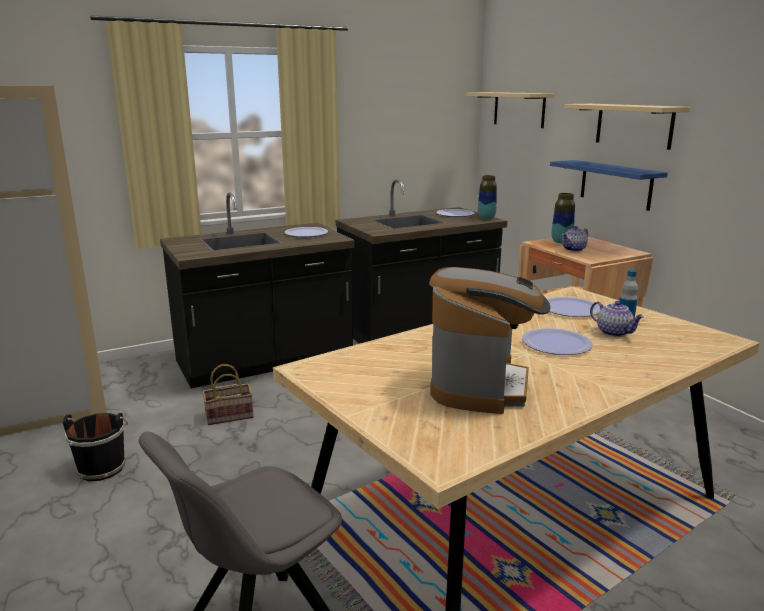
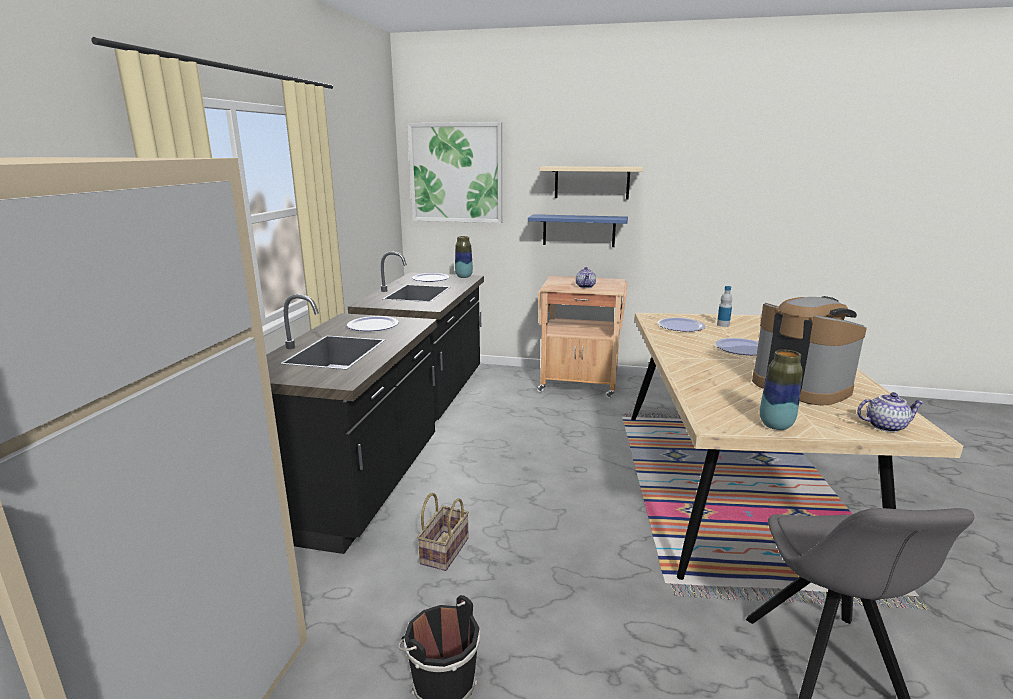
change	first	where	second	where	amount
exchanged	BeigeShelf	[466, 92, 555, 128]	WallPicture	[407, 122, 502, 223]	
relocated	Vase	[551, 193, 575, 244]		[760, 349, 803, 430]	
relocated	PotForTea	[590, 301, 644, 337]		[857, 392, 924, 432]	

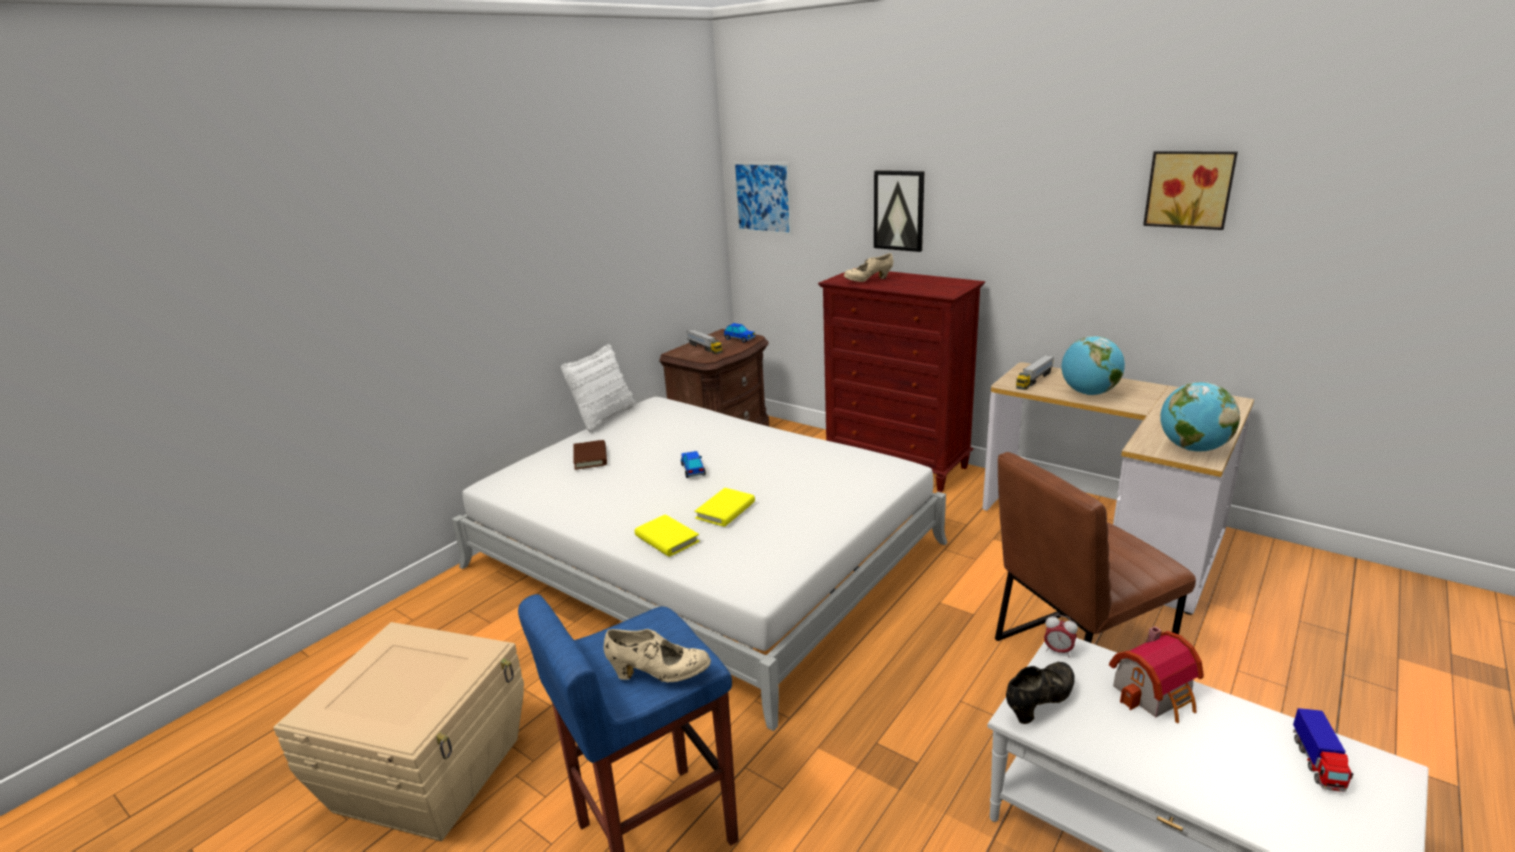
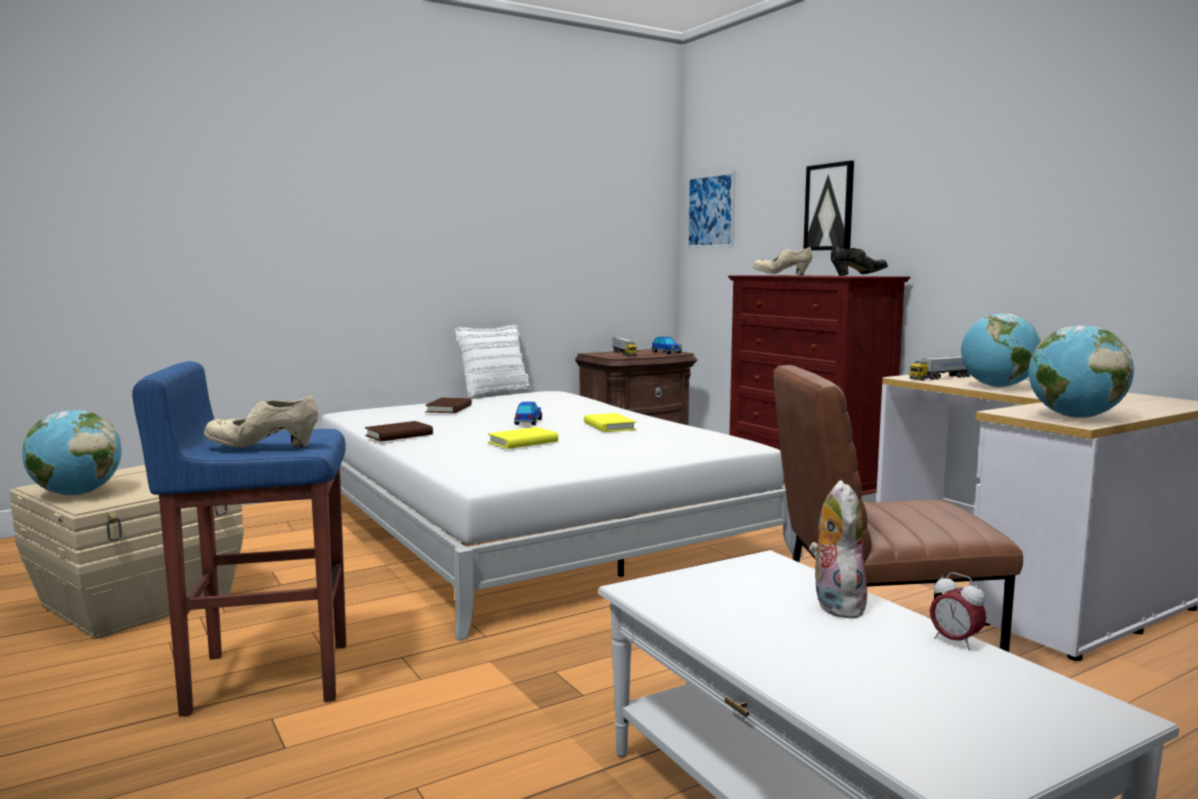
change	first	where	second	where	amount
spun	BeigeLowShoe	[604, 629, 711, 682]		[204, 395, 319, 447]	150 degrees clockwise
relocated	YellowColouredBoundBook	[635, 514, 700, 557]		[584, 413, 636, 432]	
relocated	BlackLowShoe	[1006, 662, 1075, 724]		[831, 245, 888, 276]	
relocated	TableClock	[1044, 615, 1078, 657]		[930, 572, 986, 650]	
exchanged	MiniatureHouse	[1109, 626, 1204, 723]	CuddlyToy	[809, 480, 867, 619]	
missing	WallPicture	[1143, 151, 1238, 230]			
missing	ModelTruck	[1293, 708, 1354, 792]			
appeared			WorldGlobe	[22, 410, 122, 495]	
appeared			BrownBoundBook	[365, 421, 433, 442]	

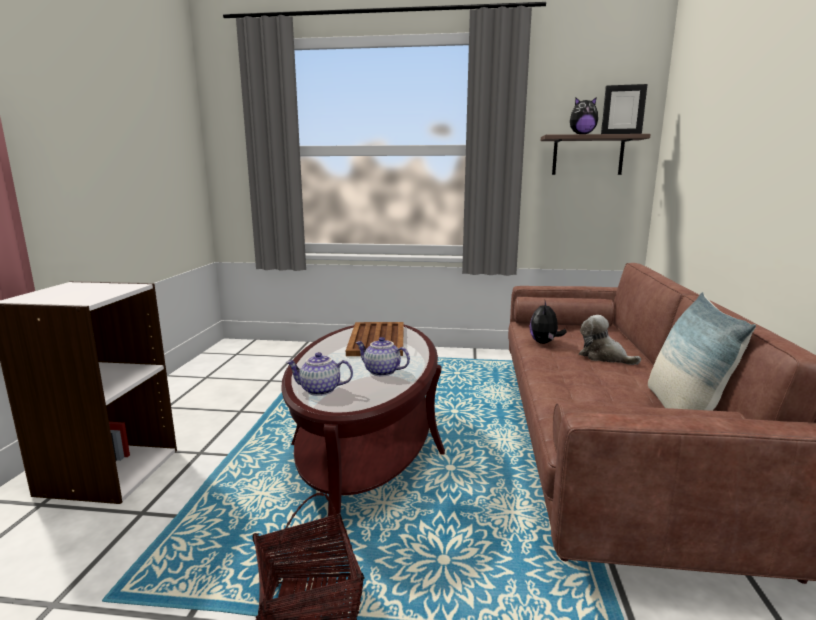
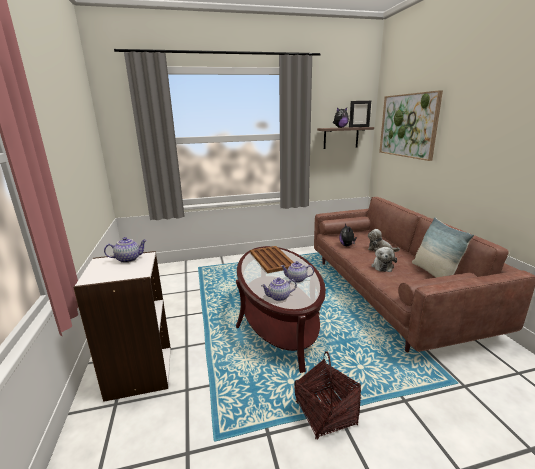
change	first	where	second	where	amount
appeared			PotForTea	[104, 237, 147, 263]	
appeared			CuddlyToy	[371, 247, 397, 272]	
appeared			WallPicture	[379, 90, 443, 161]	

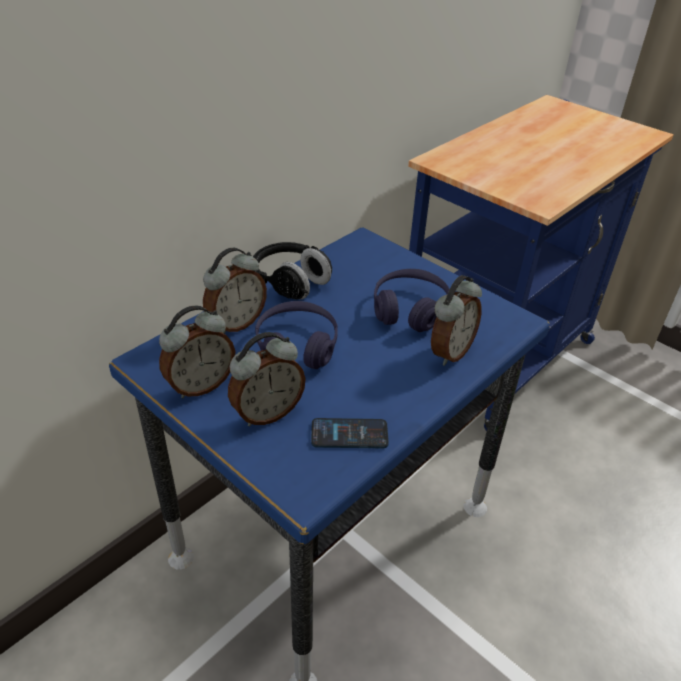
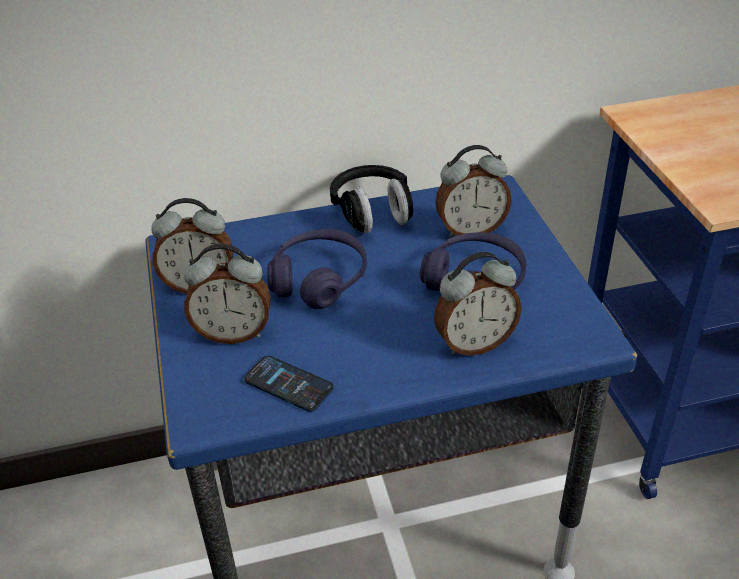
change	first	where	second	where	amount
relocated	TableClock	[203, 247, 267, 334]		[435, 145, 512, 237]	

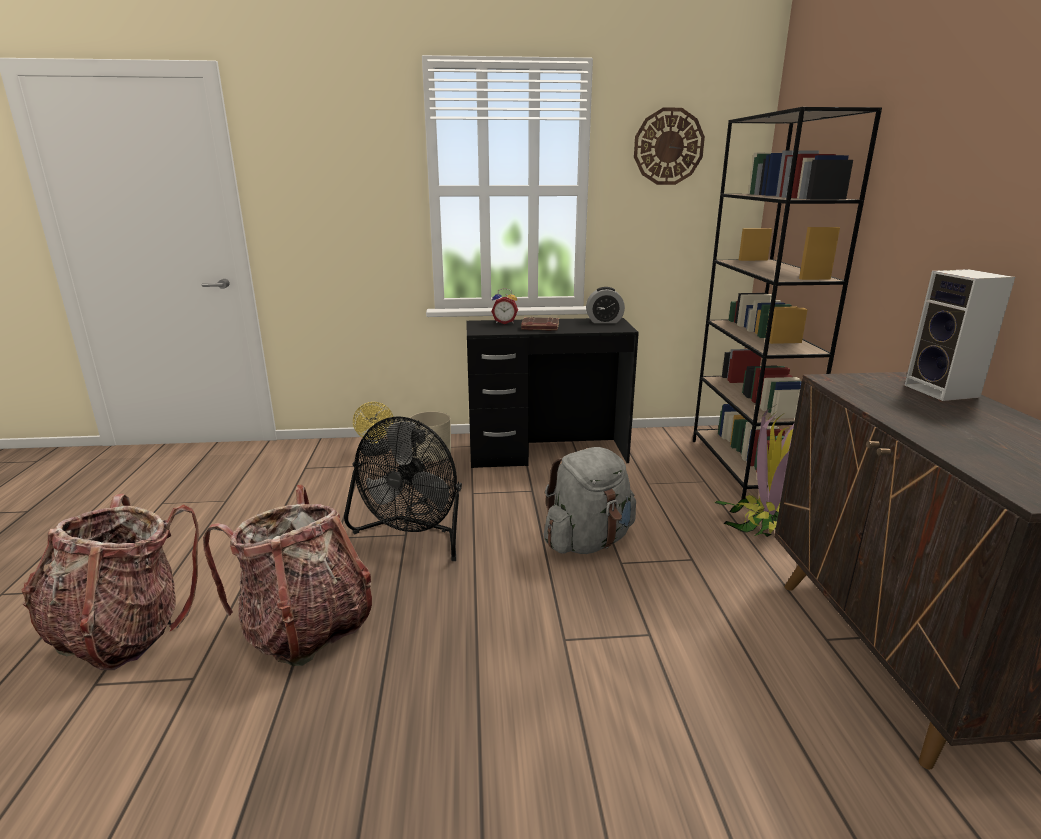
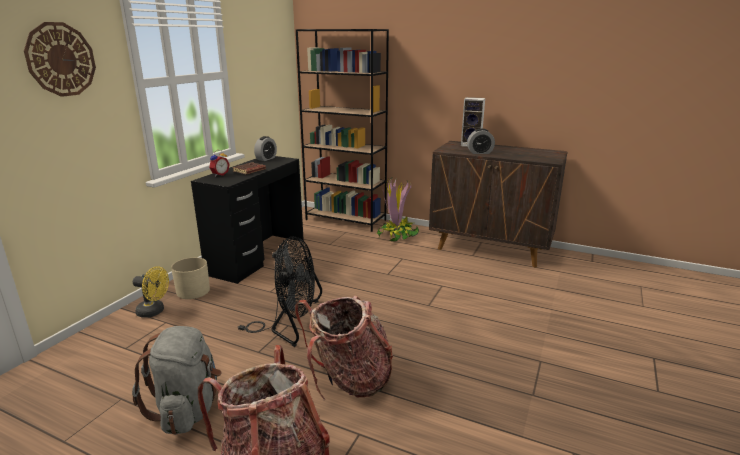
change	first	where	second	where	amount
spun	BlackCoolingFan	[344, 417, 462, 561]		[238, 236, 322, 347]	45 degrees counterclockwise
relocated	GreyKnapsack	[543, 447, 636, 554]		[132, 326, 222, 435]	
relocated	ClockOnTheWall	[634, 108, 705, 185]		[24, 22, 96, 97]	
appeared			TableClock	[467, 129, 495, 154]	

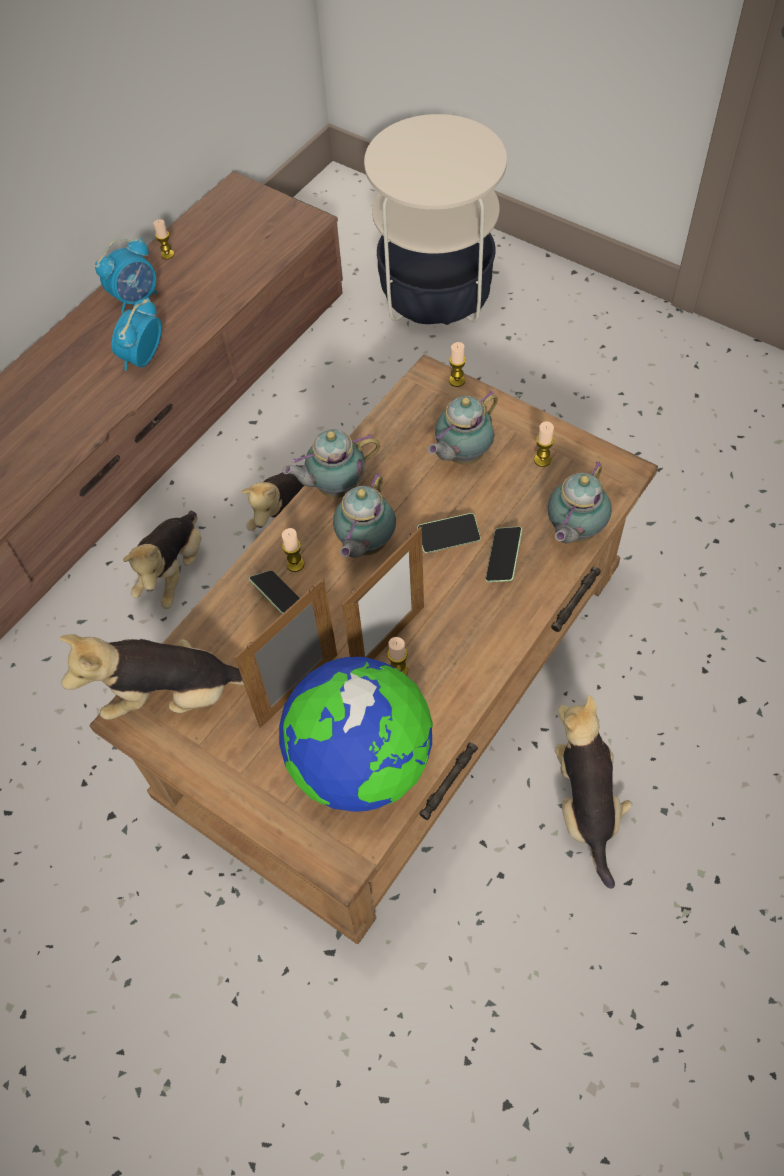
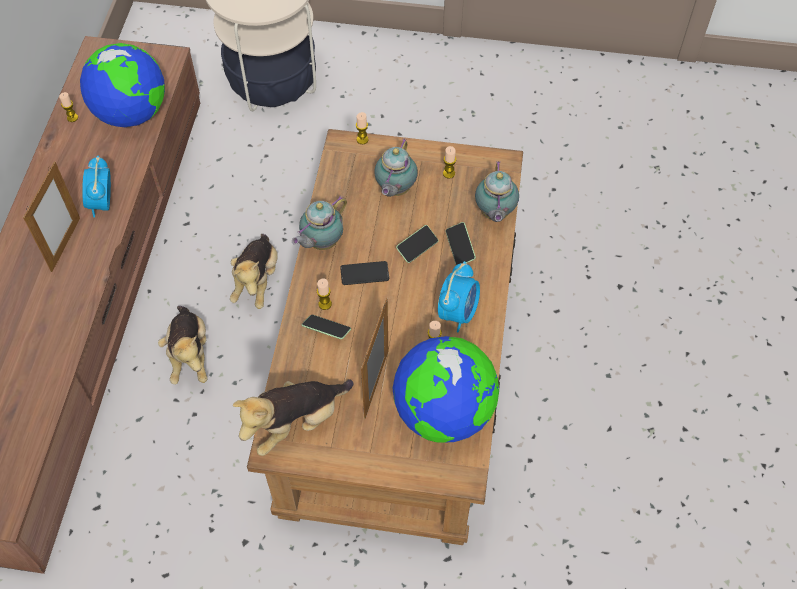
change	first	where	second	where	amount
relocated	TableClock	[95, 238, 158, 314]		[438, 261, 480, 332]	
exchanged	PotForTea	[333, 472, 396, 558]	Handset	[340, 261, 389, 285]	
relocated	PhotoFrame	[342, 526, 424, 659]		[23, 161, 80, 272]	
missing	CuddlyToy	[555, 695, 632, 889]			
appeared			WorldGlobe	[80, 43, 165, 127]	

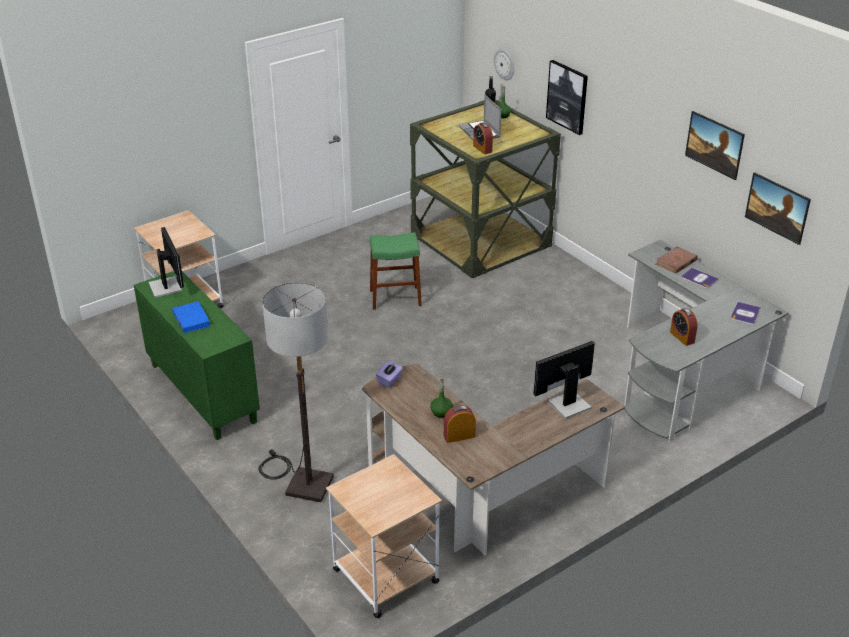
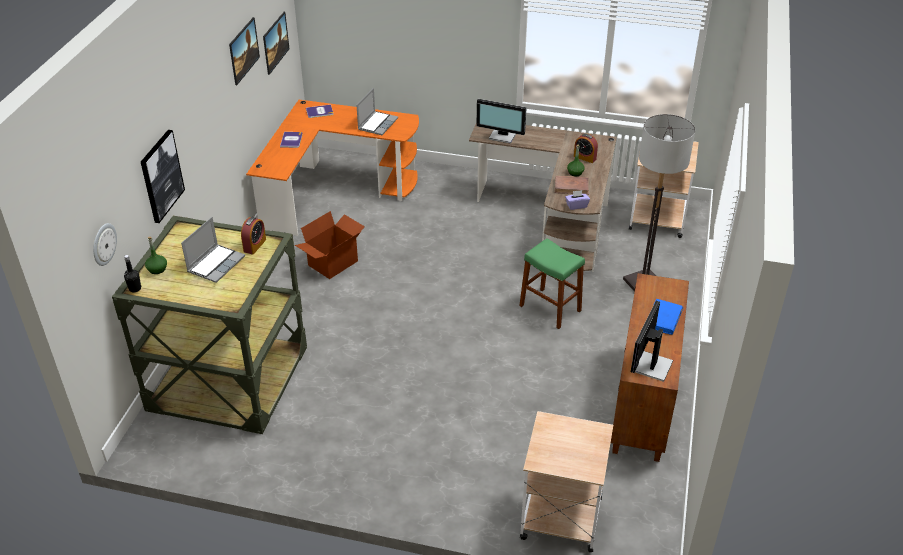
change	first	where	second	where	amount
colour	GreenColouredStorageCabinet	[134, 271, 260, 440]	BrownStorageCabinet	[611, 273, 689, 462]	
relocated	GreenColouredSittingStool	[370, 232, 422, 310]		[519, 238, 585, 329]	
colour	GreyDeskTable	[624, 240, 789, 442]	OrangeColouredDeskTable	[246, 100, 419, 236]	
relocated	BrownBoundBook	[655, 247, 698, 273]		[555, 176, 589, 195]	
exchanged	TableClock	[670, 308, 698, 346]	NotebookComputer	[356, 88, 398, 135]	
appeared			PackingBox	[295, 211, 365, 279]	

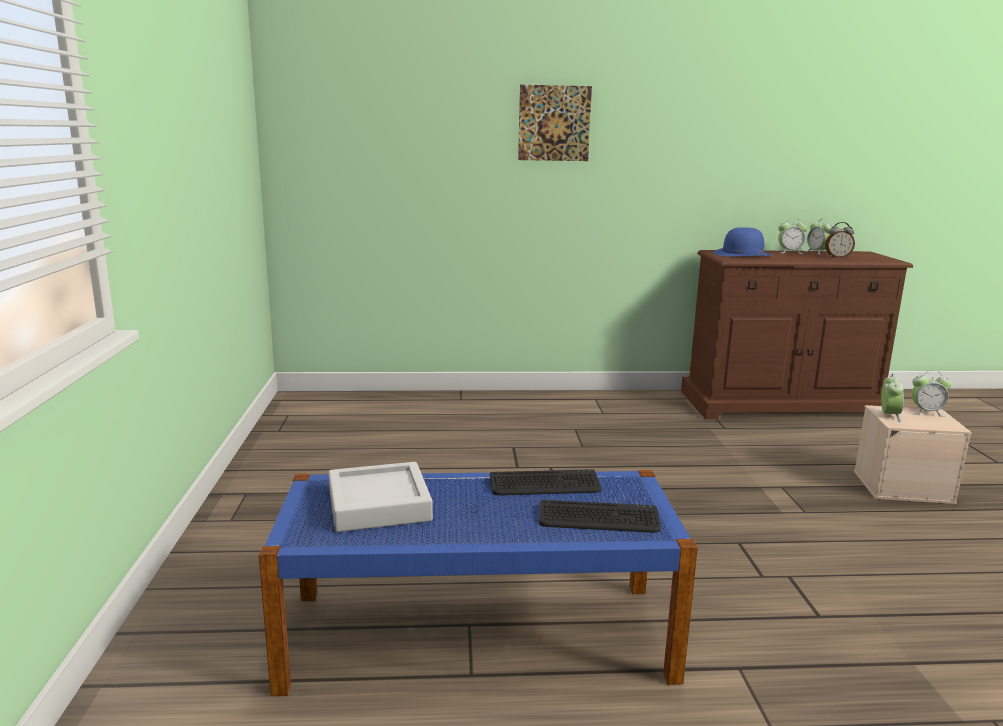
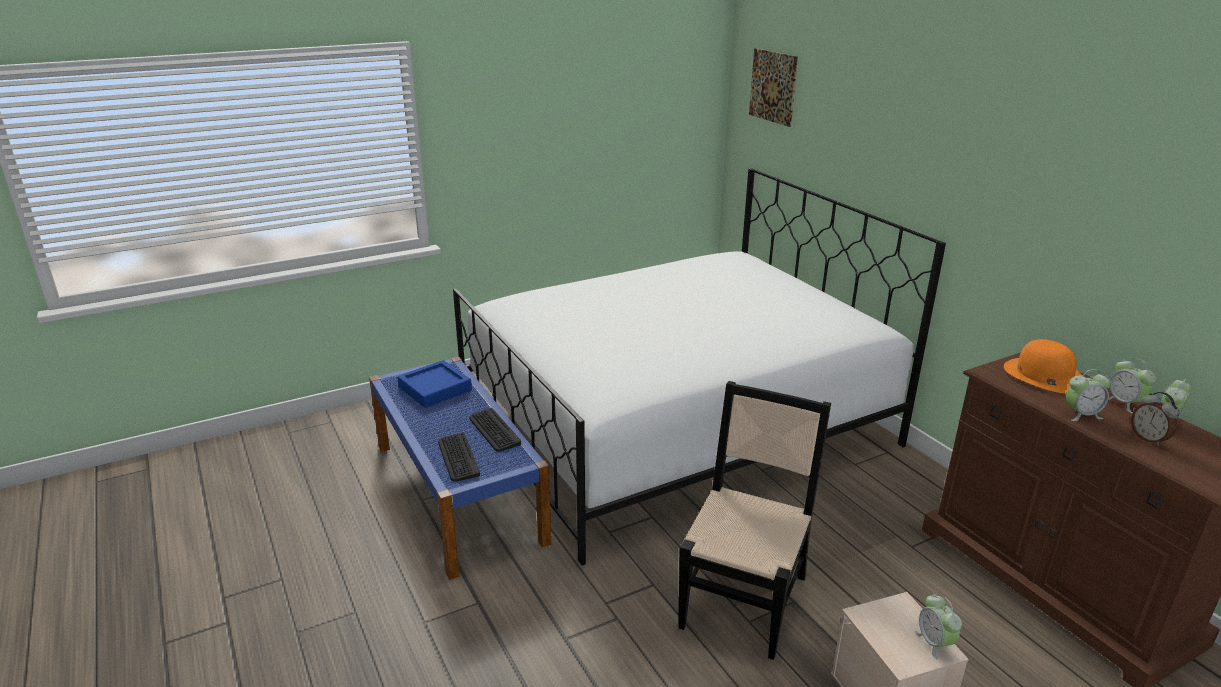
change	first	where	second	where	amount
colour	GreyServingTray	[328, 462, 433, 532]	BlueColouredServingTray	[397, 360, 472, 408]	
relocated	WallPicture	[518, 85, 592, 161]		[749, 48, 798, 127]	
colour	BlueColouredWearableHat	[713, 227, 773, 257]	OrangeColouredWearableHat	[1004, 339, 1082, 393]	
relocated	TableClock	[881, 373, 904, 422]		[1066, 369, 1111, 421]	
appeared			WhiteBed	[453, 168, 946, 566]	
appeared			PlainChair	[679, 381, 831, 660]	

